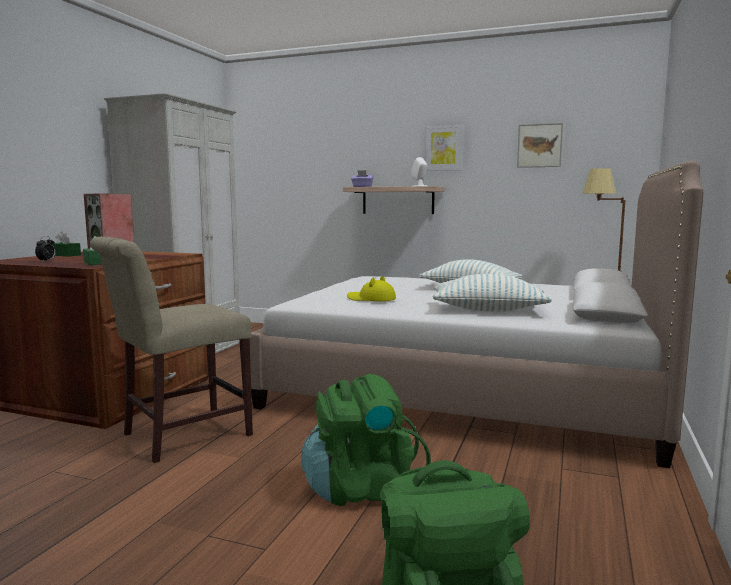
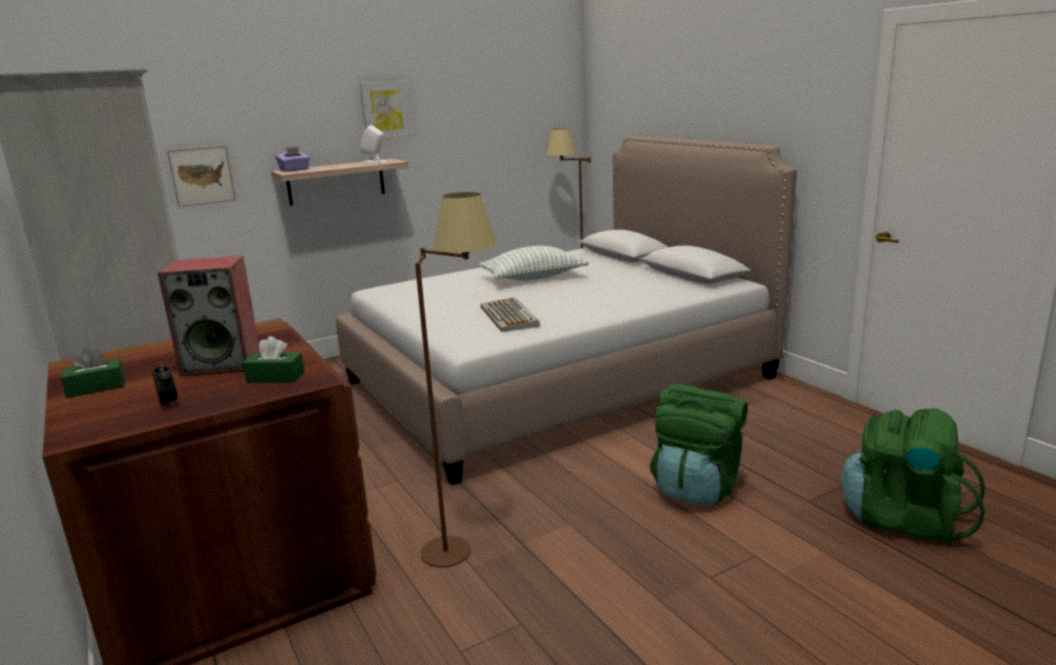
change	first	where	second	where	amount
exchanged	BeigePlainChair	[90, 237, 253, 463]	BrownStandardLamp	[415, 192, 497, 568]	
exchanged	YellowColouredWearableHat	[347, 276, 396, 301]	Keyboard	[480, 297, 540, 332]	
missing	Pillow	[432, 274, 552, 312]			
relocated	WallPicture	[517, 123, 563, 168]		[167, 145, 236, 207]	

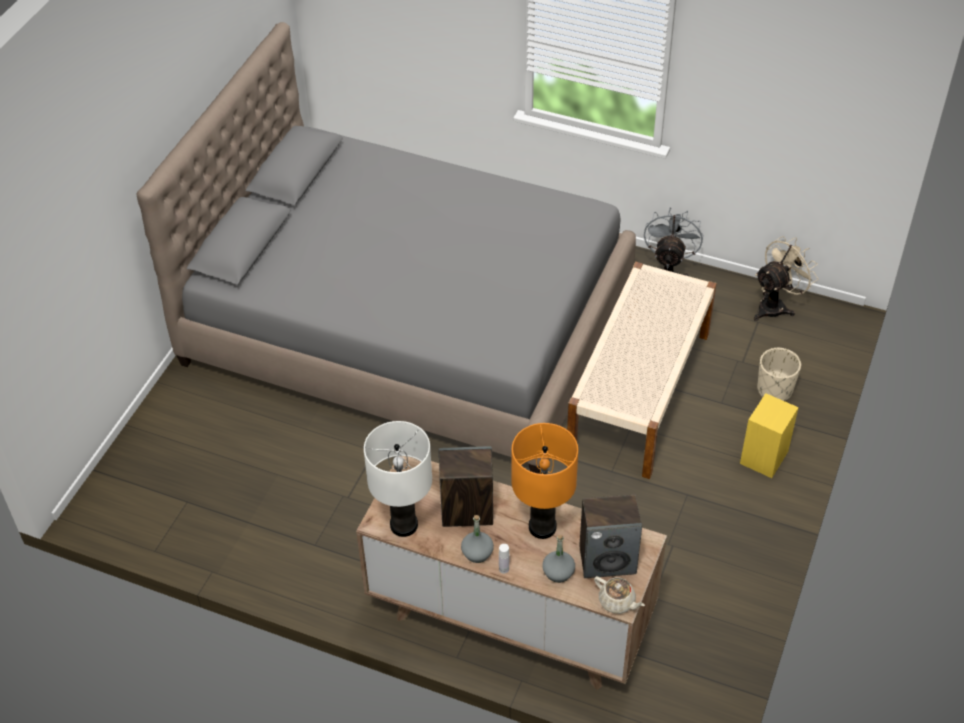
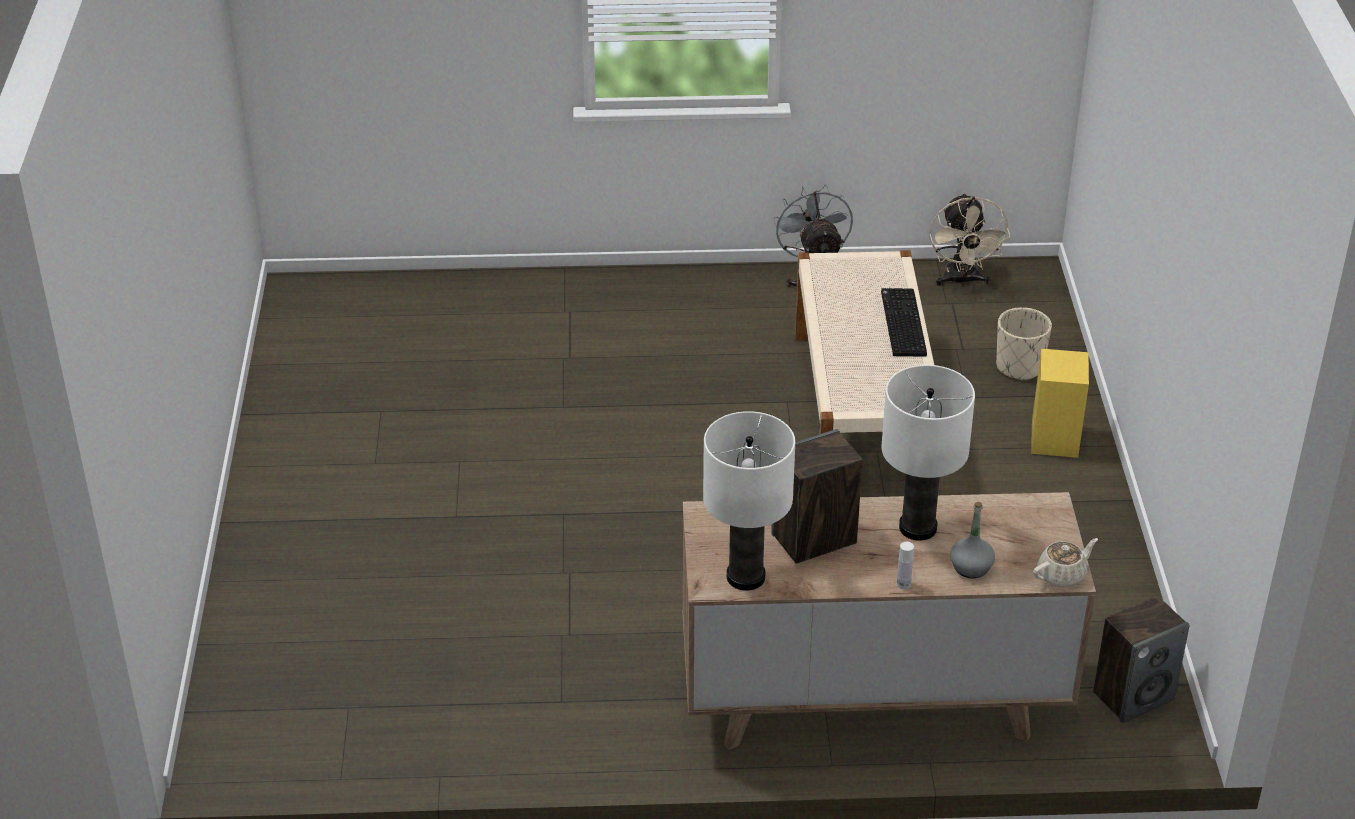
change	first	where	second	where	amount
missing	GreyBed	[137, 22, 636, 474]			
missing	GreyBottle	[461, 515, 494, 563]			
colour	OrangeColouredLampForATable	[511, 423, 578, 539]	WhiteLampForATable	[881, 365, 975, 541]	
relocated	AudioSpeaker	[579, 495, 642, 578]		[1093, 596, 1190, 723]	
spun	BeigePotForTea	[594, 576, 645, 614]		[1033, 538, 1098, 588]	45 degrees counterclockwise
spun	BeigeCoolingFan	[754, 236, 818, 321]		[929, 193, 1010, 287]	150 degrees clockwise
appeared			Keyboard	[881, 288, 927, 357]	

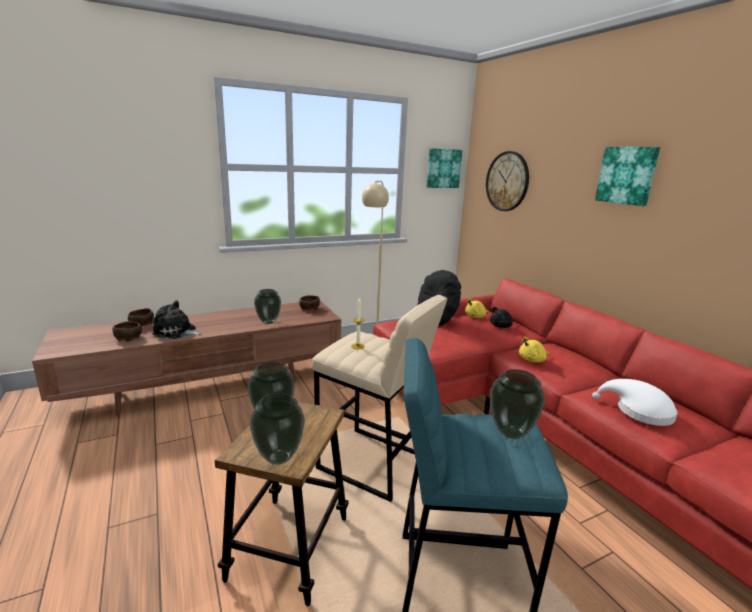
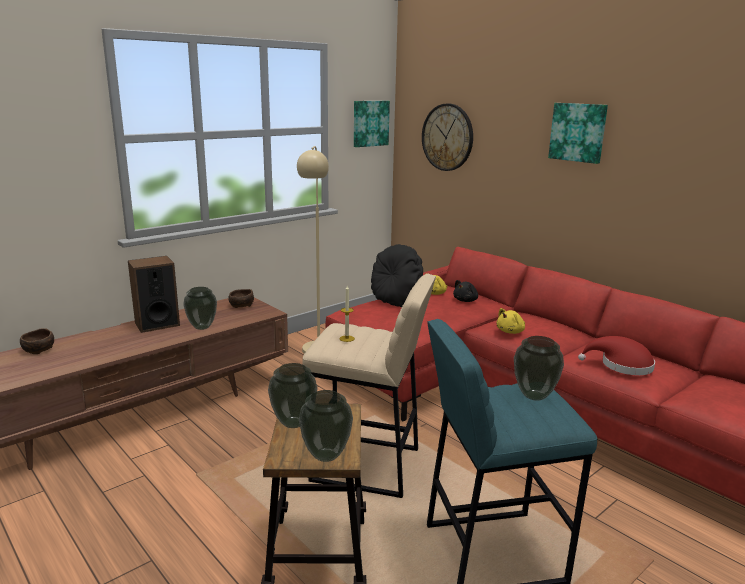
change	first	where	second	where	amount
missing	BrownDeepDish	[113, 322, 142, 341]			
missing	CuddlyToy	[152, 300, 202, 339]			
colour	WhiteWearableHat	[592, 379, 678, 426]	RedColouredWearableHat	[578, 336, 655, 375]	
appeared			AudioSpeaker	[128, 256, 180, 333]	

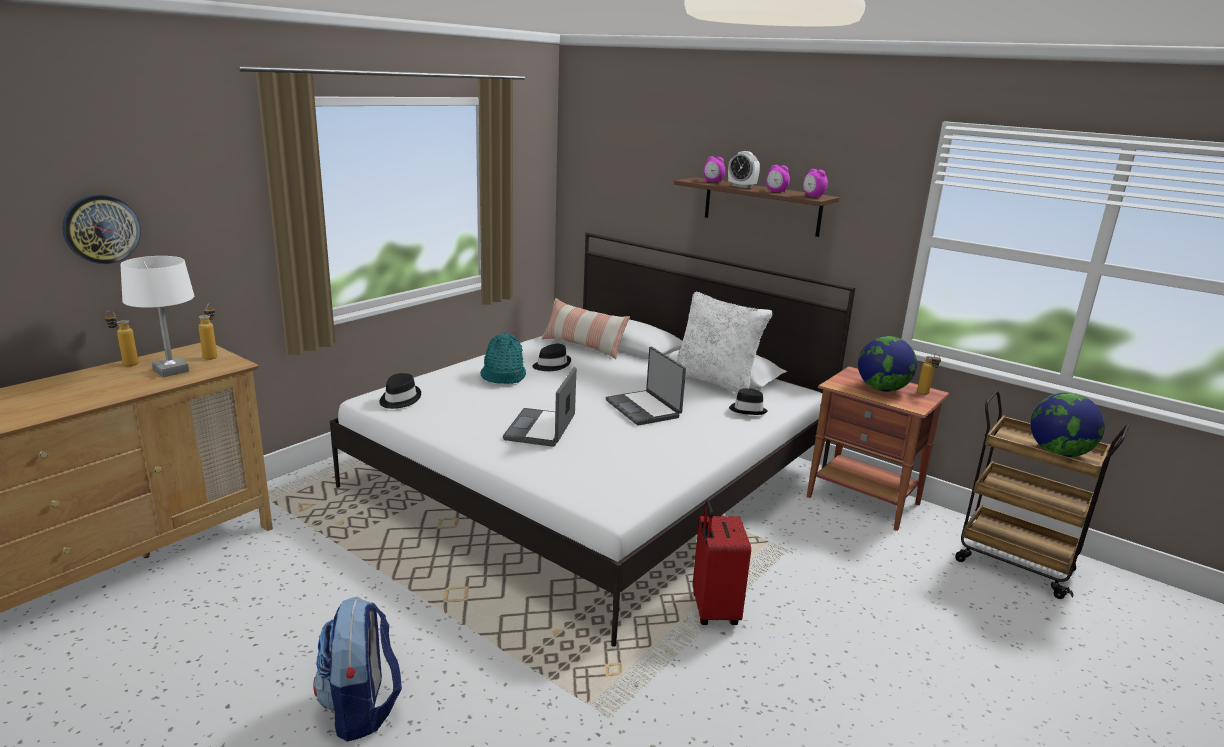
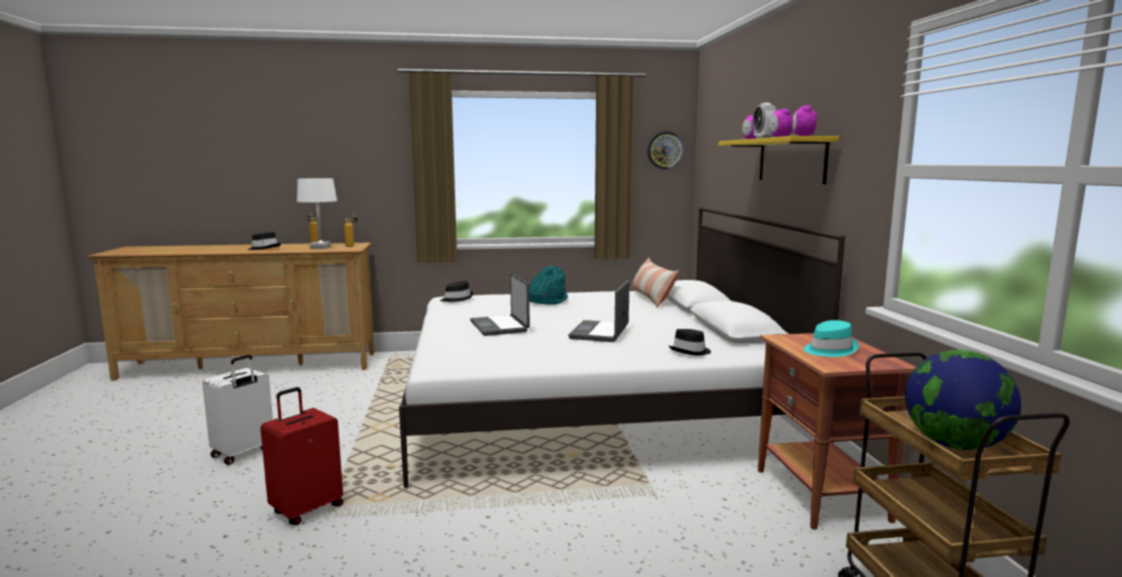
change	first	where	second	where	amount
relocated	ClockOnTheWall	[62, 195, 141, 264]		[647, 132, 684, 169]	
exchanged	Knapsack	[313, 596, 402, 742]	WhiteSuitcase	[202, 355, 273, 465]	
spun	NotebookComputer	[503, 367, 576, 447]		[470, 274, 530, 336]	75 degrees counterclockwise
relocated	BlackWearableHat	[532, 344, 571, 371]		[247, 232, 281, 250]	
colour	BrownShelf	[674, 177, 840, 237]	YellowColouredShelf	[718, 136, 839, 184]	
missing	WhitePillow	[676, 292, 773, 393]			
relocated	RedColouredSuitcase	[693, 500, 751, 625]		[260, 387, 343, 525]	
exchanged	WorldGlobe	[858, 336, 917, 392]	TurquoiseWearableHat	[804, 320, 859, 357]	
missing	Bottle	[917, 353, 941, 395]			

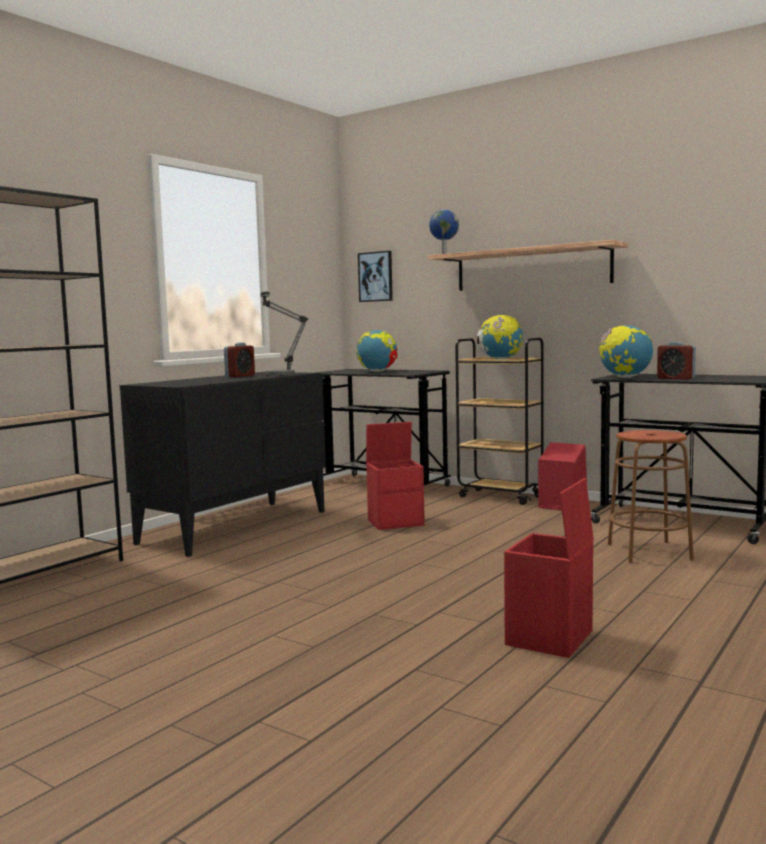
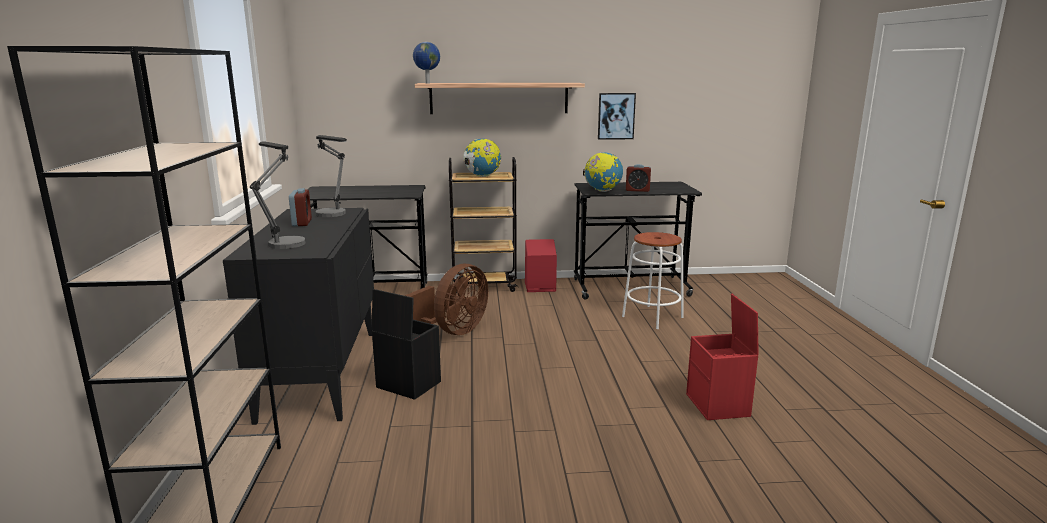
change	first	where	second	where	amount
missing	WorldGlobe	[356, 330, 398, 372]			
relocated	WallPicture	[358, 251, 393, 302]		[598, 93, 636, 140]	
exchanged	RedColouredStorageBox	[366, 422, 425, 530]	BrownCoolingFan	[405, 264, 488, 335]	
colour	BrownSittingStool	[608, 430, 694, 563]	WhiteSittingStool	[622, 232, 684, 329]	
appeared			LampForATable	[250, 141, 306, 249]	
appeared			BlackStorageBox	[372, 289, 441, 400]	

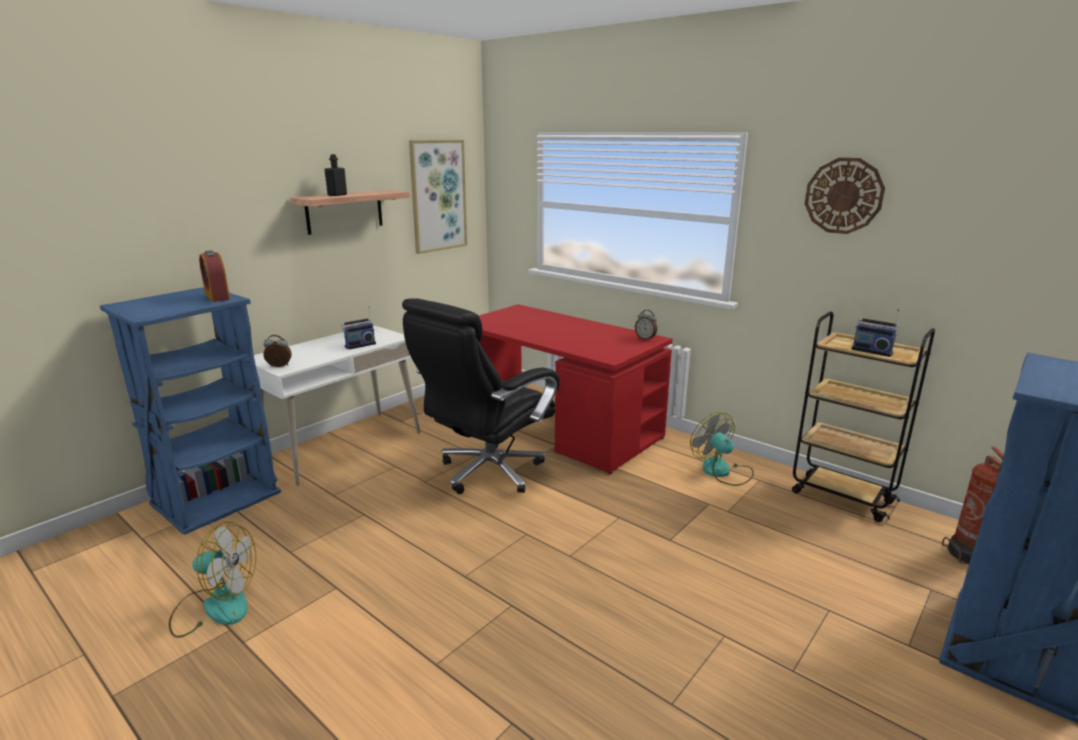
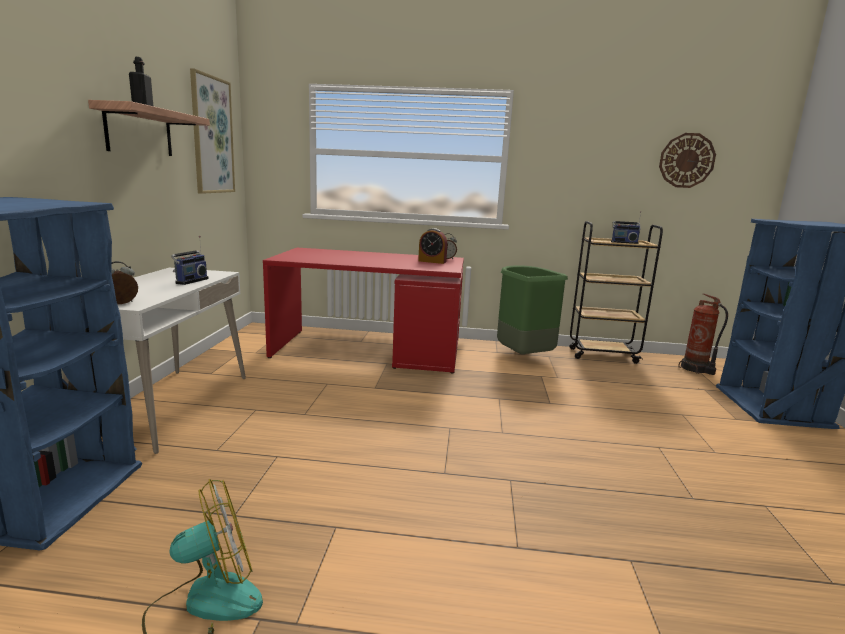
change	first	where	second	where	amount
relocated	TableClock	[199, 250, 230, 302]		[418, 228, 447, 264]	
missing	BlackOfficeChair	[402, 298, 560, 494]			
exchanged	CoolingFan	[690, 412, 754, 486]	GreenColouredTrashCan	[497, 265, 568, 354]	
relocated	ClockOnTheWall	[805, 158, 885, 234]		[659, 133, 716, 188]	

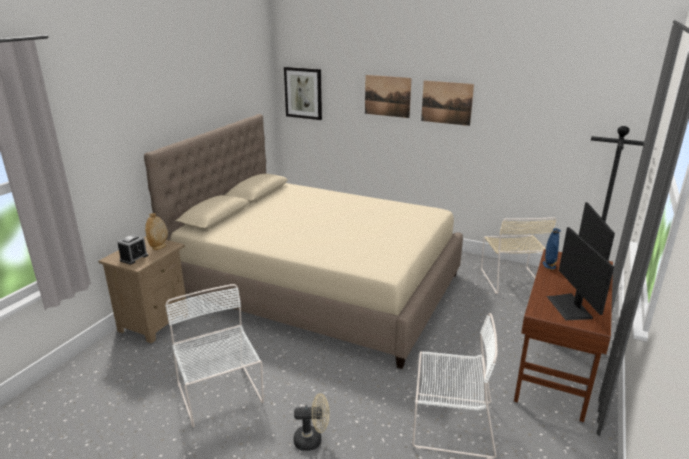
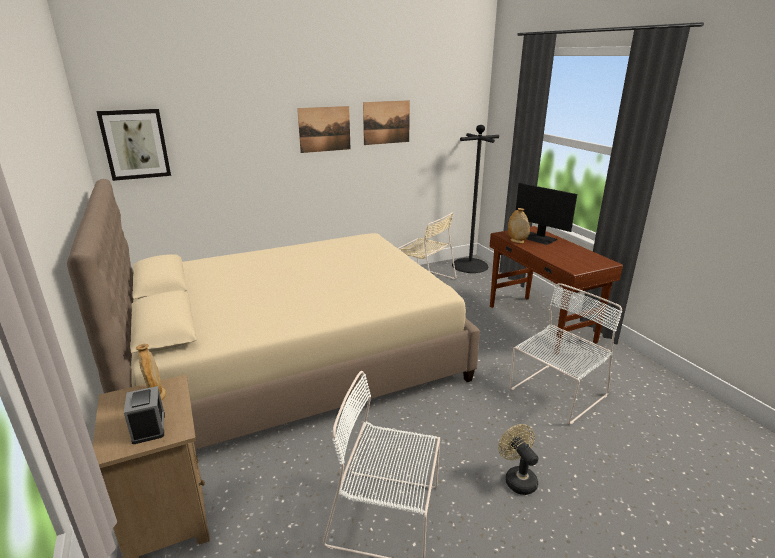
change	first	where	second	where	amount
spun	BeigeCoolingFan	[294, 393, 330, 451]		[498, 424, 539, 495]	60 degrees counterclockwise
relocated	WallPicture	[365, 75, 412, 118]		[363, 100, 410, 145]	
colour	BlueColouredVase	[543, 228, 561, 270]	BeigeVase	[508, 208, 530, 244]	
missing	ComputerDisplay	[547, 227, 614, 320]			

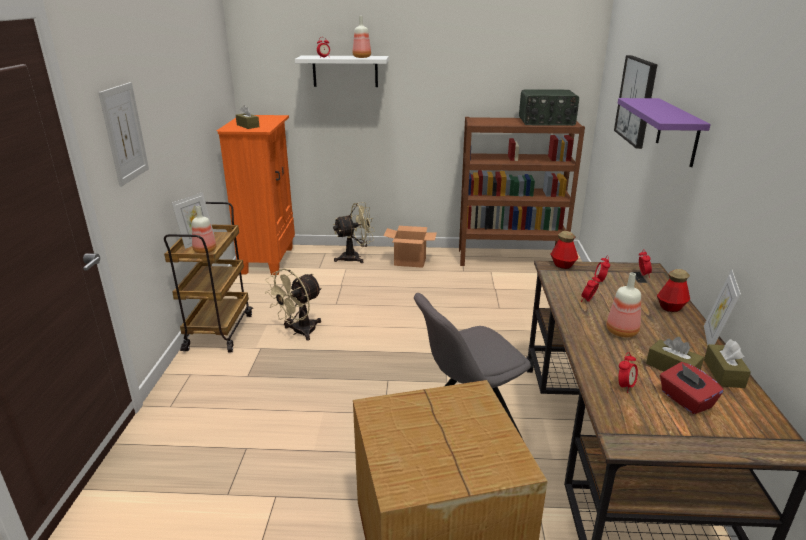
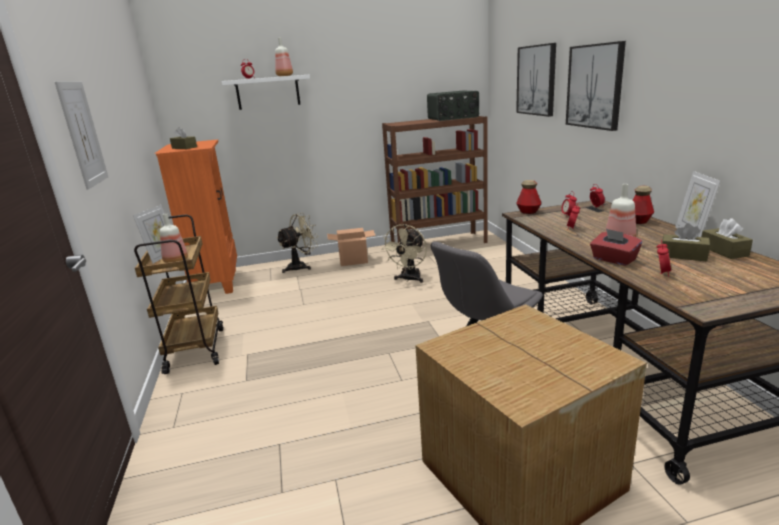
change	first	where	second	where	amount
relocated	BeigeCoolingFan	[265, 268, 322, 341]		[381, 224, 427, 283]	
exchanged	PurplishShelf	[618, 98, 711, 167]	WallPicture	[566, 41, 626, 131]	
relocated	RedColouredTissueBox	[660, 362, 724, 414]		[590, 229, 642, 266]	

